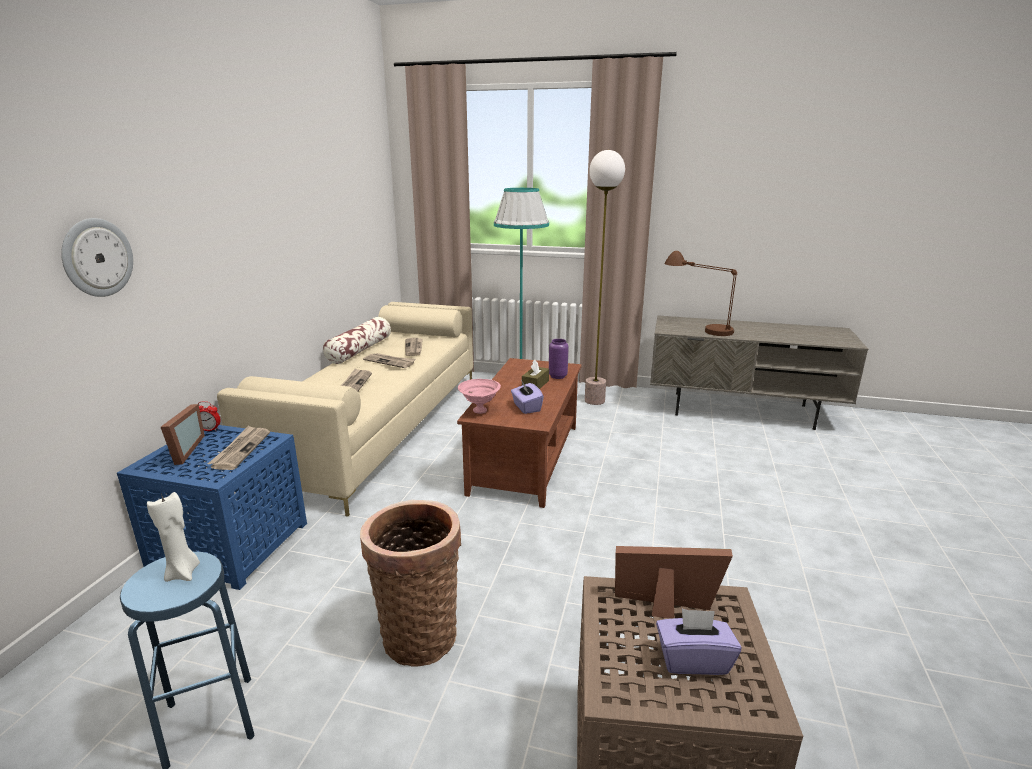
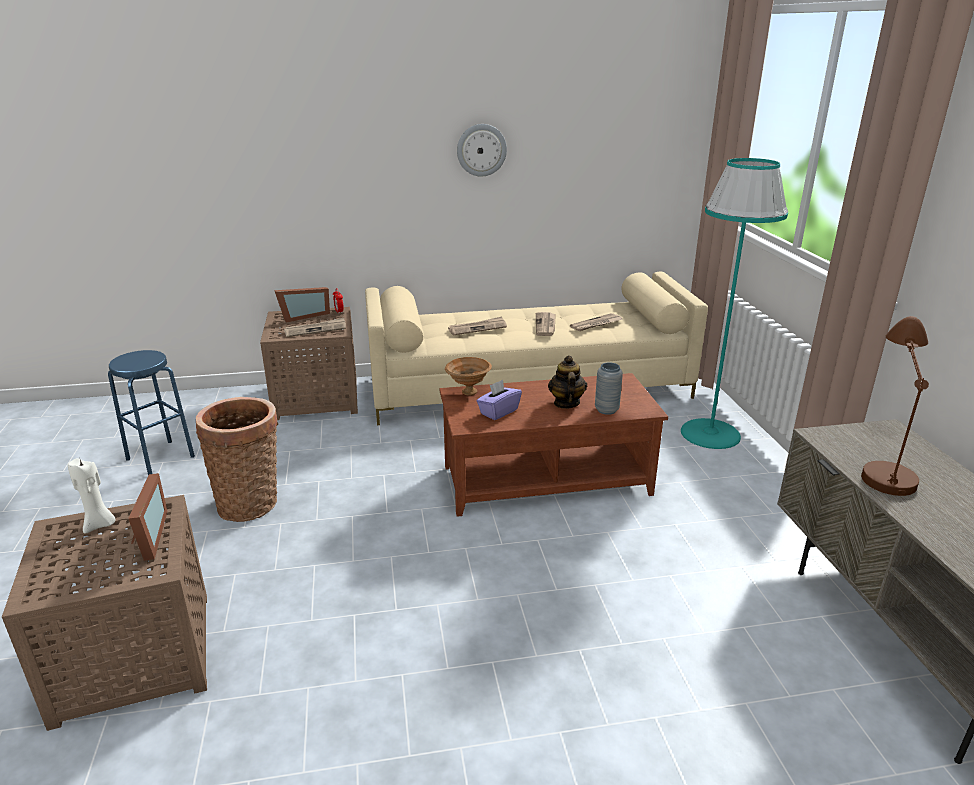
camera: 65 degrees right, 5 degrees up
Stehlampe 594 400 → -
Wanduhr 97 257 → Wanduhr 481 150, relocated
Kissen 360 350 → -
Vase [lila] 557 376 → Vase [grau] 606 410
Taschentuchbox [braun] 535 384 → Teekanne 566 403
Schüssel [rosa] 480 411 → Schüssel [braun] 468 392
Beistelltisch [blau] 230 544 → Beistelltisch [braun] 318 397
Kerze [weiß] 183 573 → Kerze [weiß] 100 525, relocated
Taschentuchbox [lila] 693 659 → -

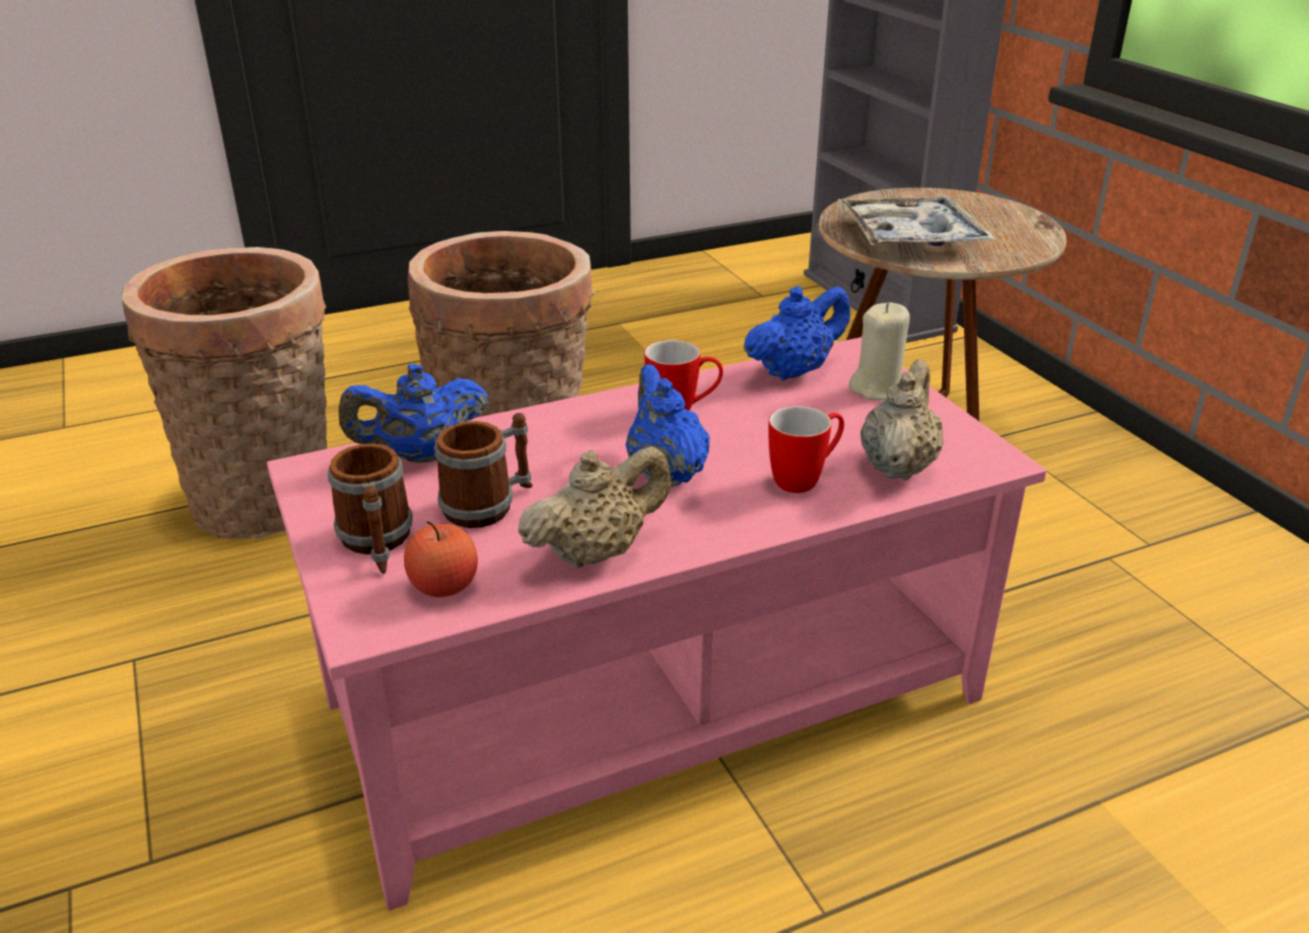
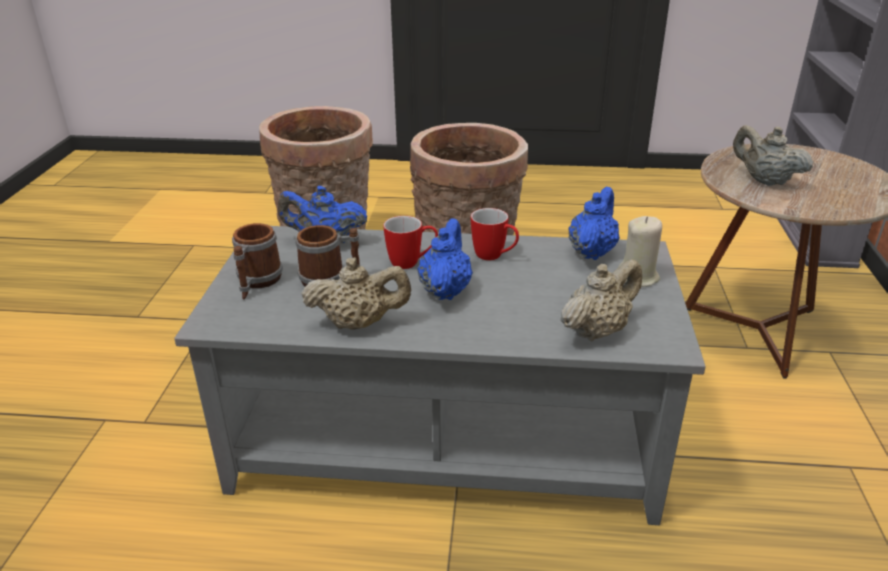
camera: 30 degrees right, 0 degrees up
Tablett 911 237 → Teekanne [beige] 764 181
Teekanne [blau] 793 371 → Teekanne [blau] 592 251, 60 degrees counterclockwise
Couchtisch [rosa] 653 696 → Couchtisch [grau] 446 437
Henkelbecher 805 479 → Henkelbecher 412 263, relocated
Apfel 444 586 → -

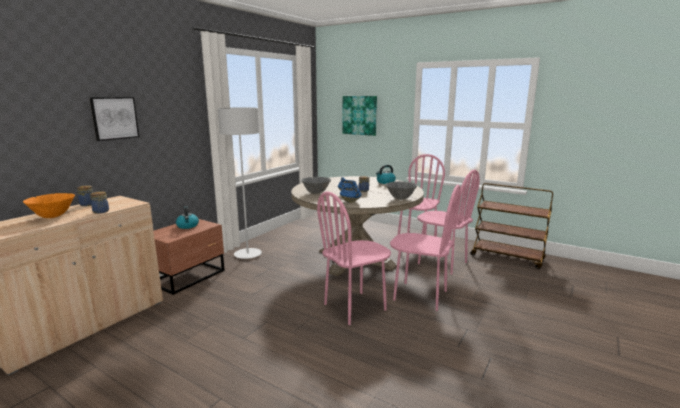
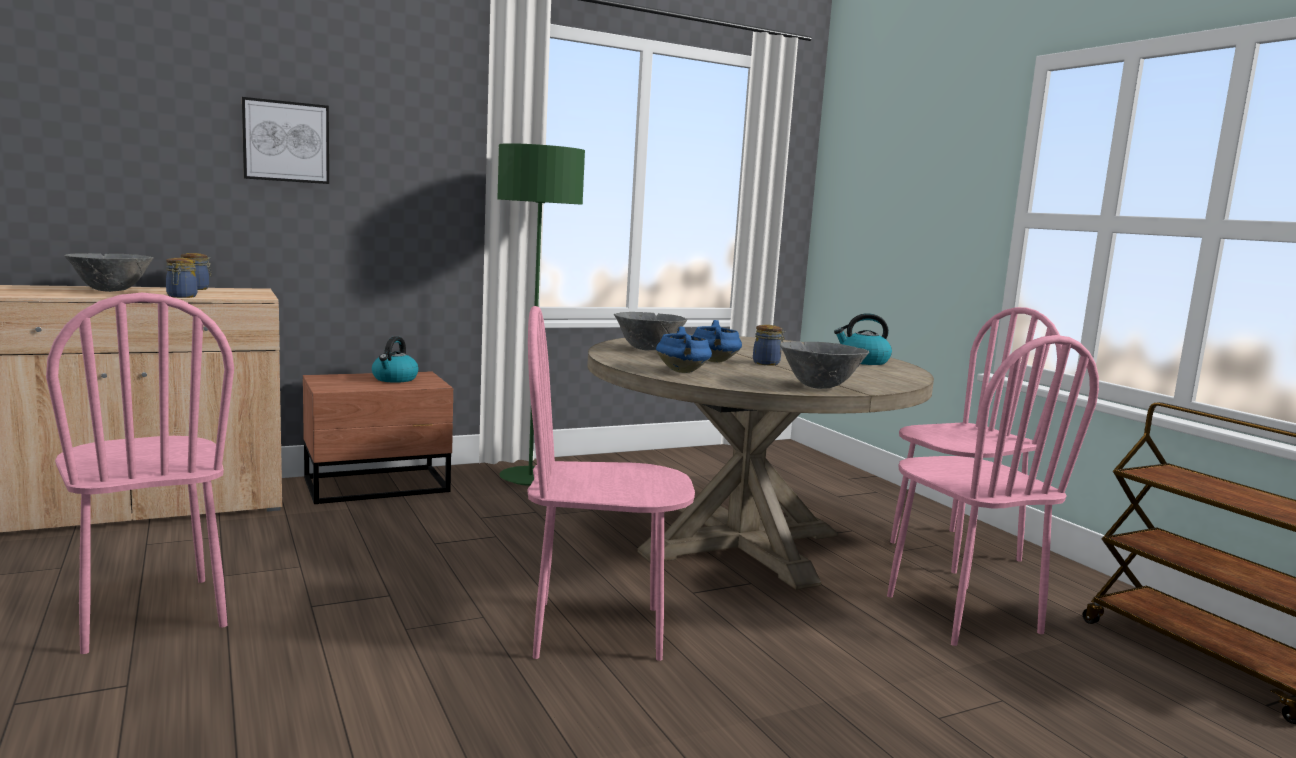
camera: 30 degrees right, 5 degrees down
Bild 359 115 → -
Stehlampe [grau] 248 254 → Stehlampe [grün] 530 478
Stuhl [rosa] 420 295 → Stuhl [rosa] 150 613, relocated
Schüssel [orange] 53 217 → Schüssel [grau] 111 291

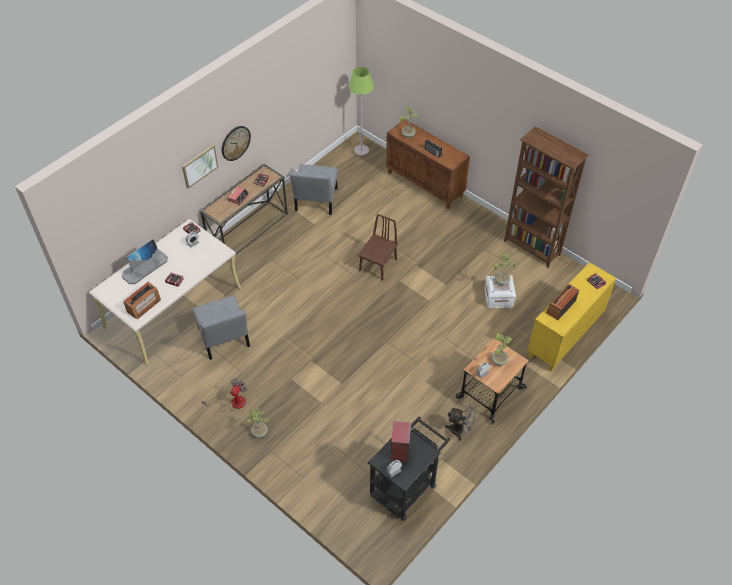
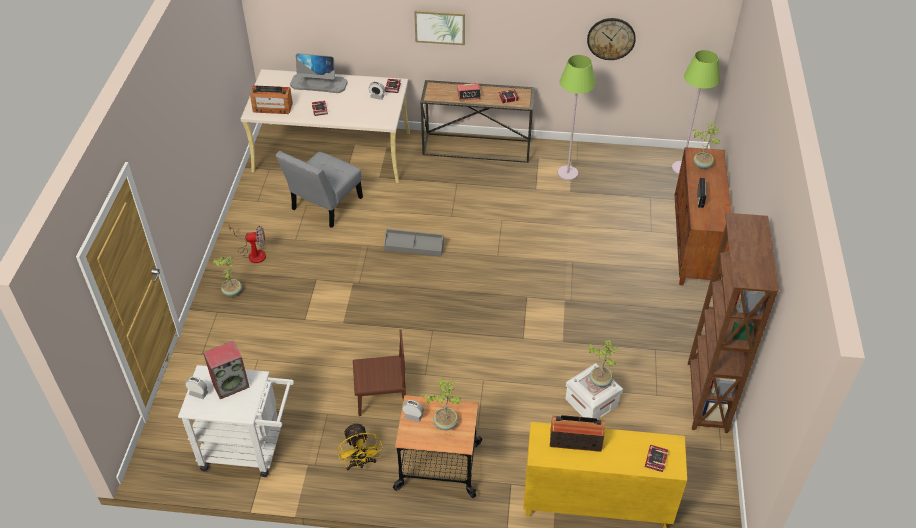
camera: 55 degrees right, 5 degrees down
Wanduhr 235 143 → Wanduhr 611 38, relocated
Stuhl [grau] 315 202 → Stehlampe [grün] 567 173
Stuhl [braun] 378 265 → Stuhl [braun] 381 397, relocated
Ventilator [grau] 460 431 → Ventilator [gelb] 360 463
Rollwagen [schwarz] 406 485 → Rollwagen [weiß] 249 449
- → Aufbewahrungsbox [grau] 414 247

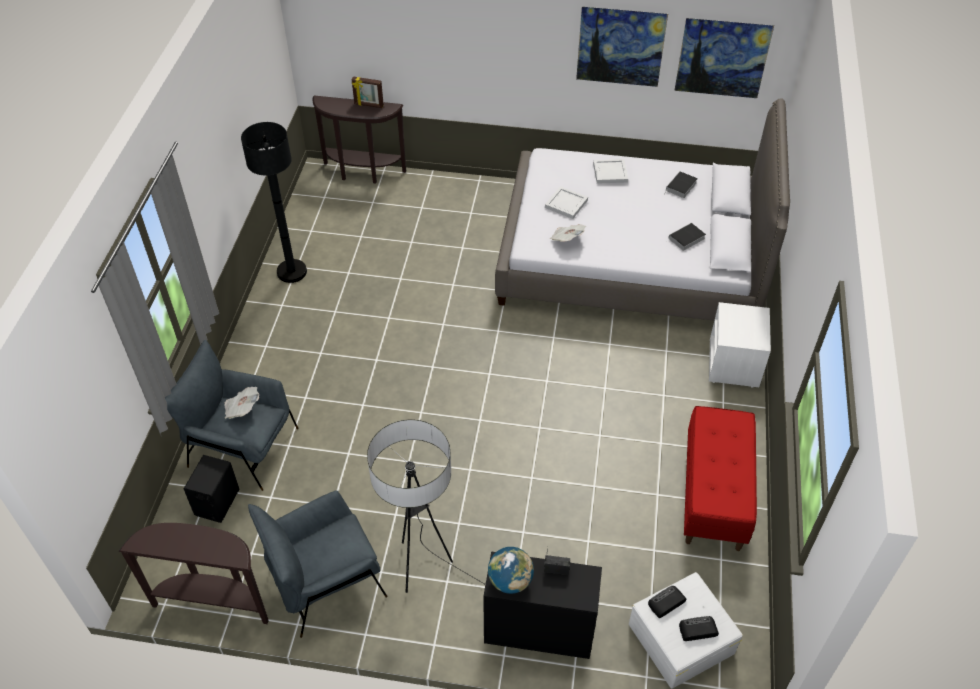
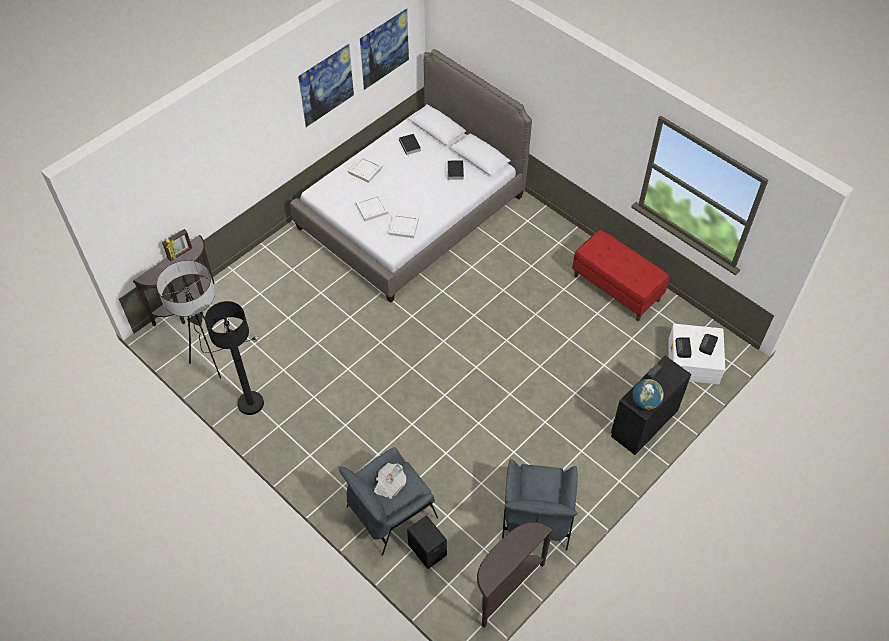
camera: 55 degrees left, 5 degrees up
Zeitung 567 239 → Tablett [weiß] 403 227
Nachttisch [weiß] 734 364 → -
Stehlampe 424 568 → Stehlampe 214 363, relocated

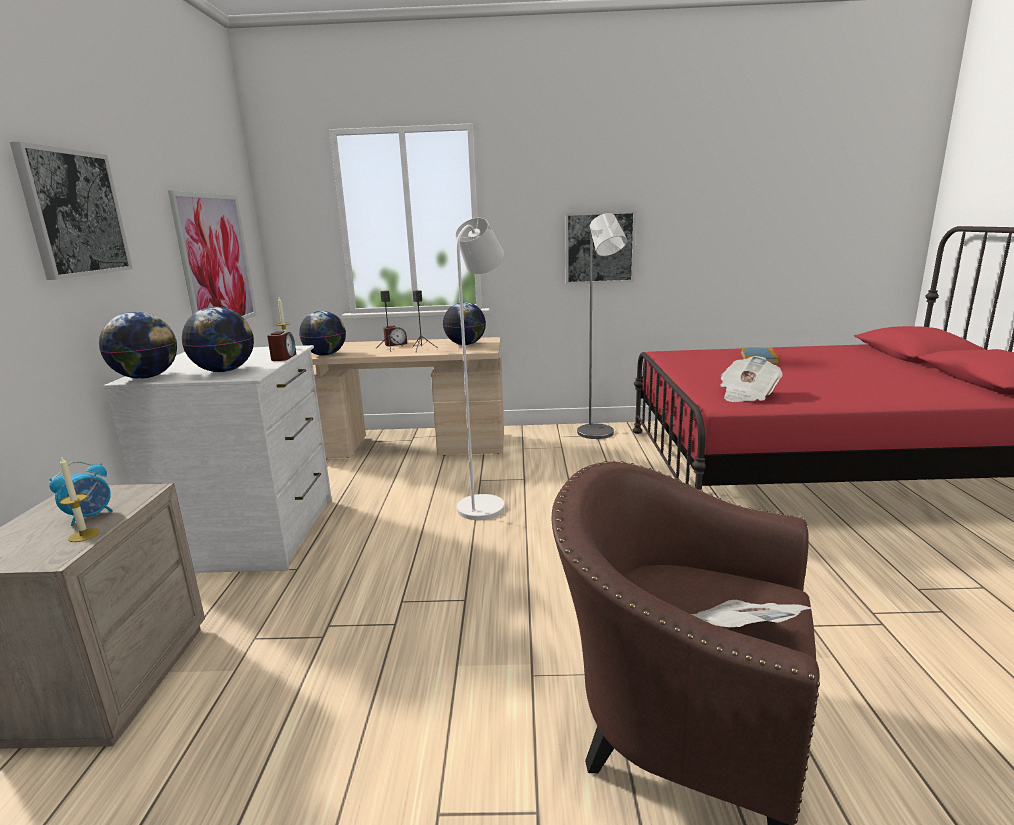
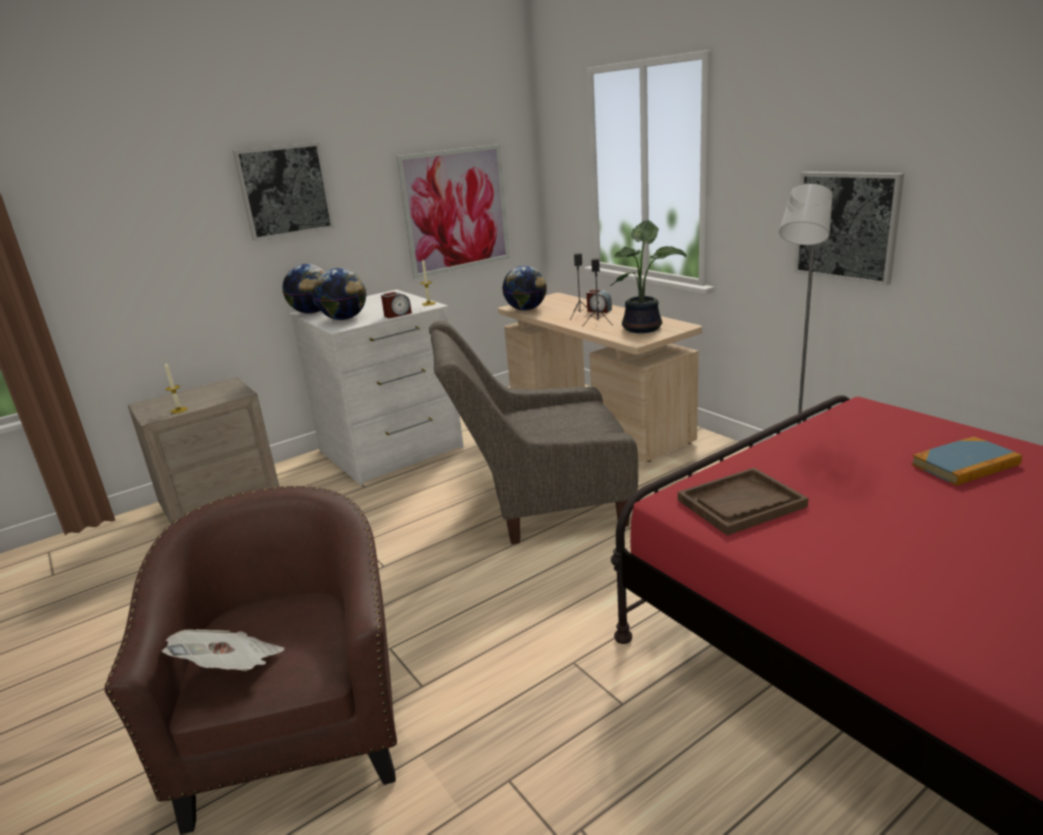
camera: 55 degrees right, 5 degrees up
Stehlampe [weiß] 485 504 → Sessel [grau] 538 504
Globus 465 344 → Topfpflanze 644 328
Zeitung 746 395 → Tablett [braun] 741 503
Wecker 90 516 → -

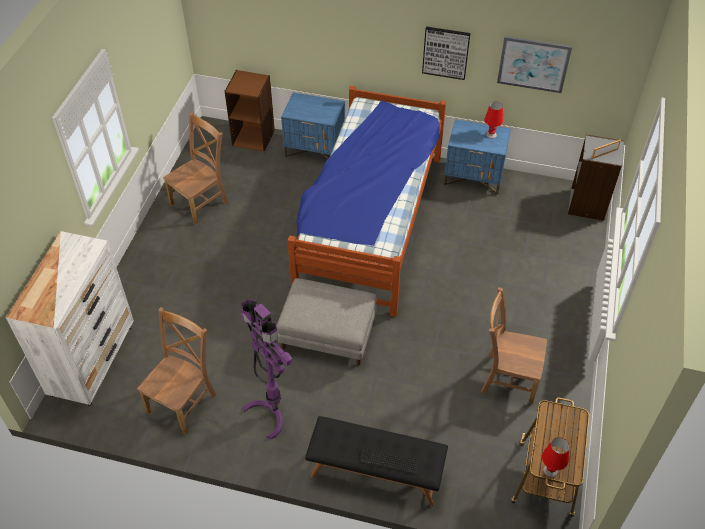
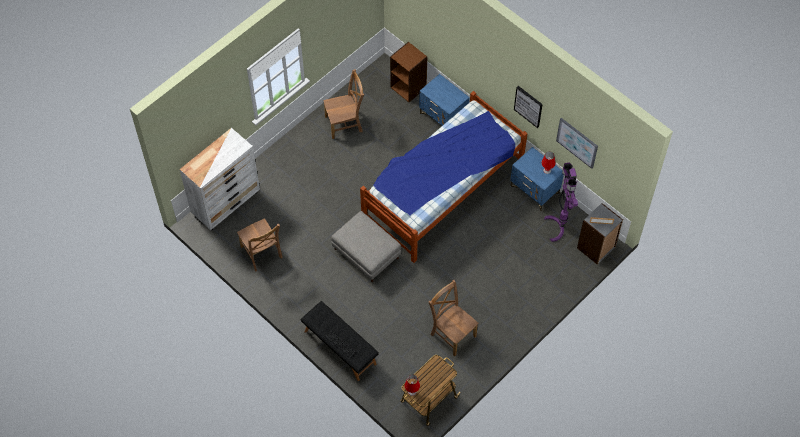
camera: 30 degrees right, 10 degrees up
Stehlampe [lila] 272 412 → Stehlampe [lila] 559 227, relocated
Stuhl [braun] 183 401 → Stuhl [braun] 262 253, 90 degrees clockwise

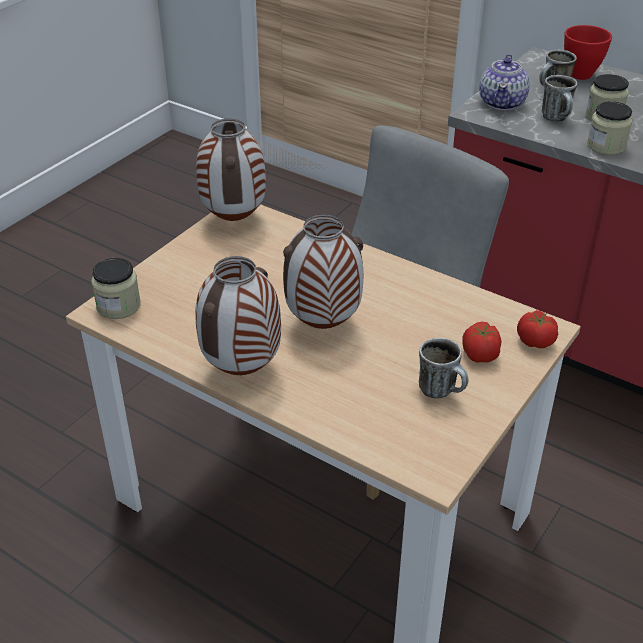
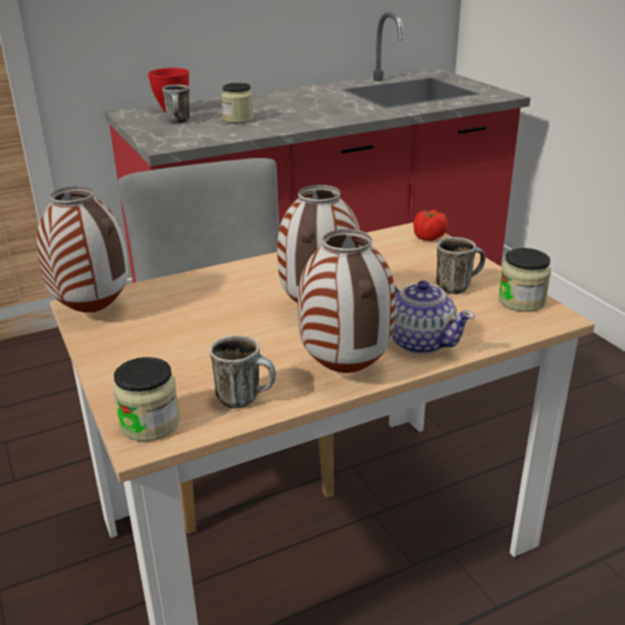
camera: 60 degrees left, 10 degrees down
Teekanne 502 102 → Teekanne 419 341, relocated
Henkelbecher 558 119 → Henkelbecher 246 398, relocated
Vorratsglas 606 146 → Vorratsglas 521 301, relocated
Tomate 479 355 → -

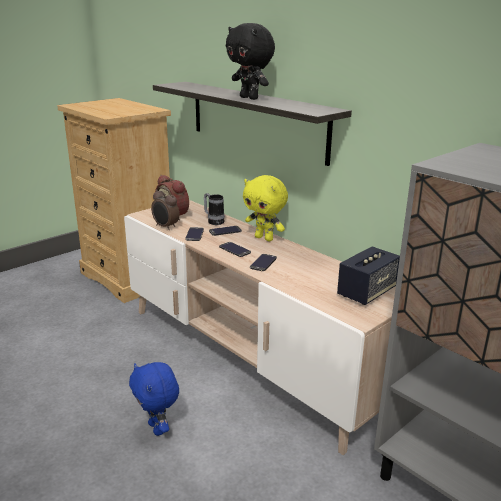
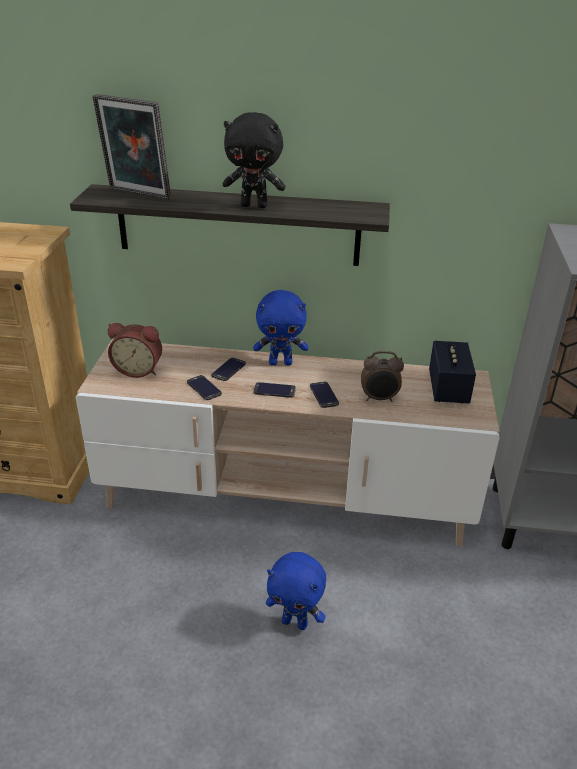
camera: 40 degrees left, 10 degrees up
Plüschtier [gelb] 264 238 → Plüschtier [blau] 281 363
Wecker 165 227 → Wecker 379 399, relocated
Henkelbecher 213 221 → -
- → Bilderrahmen 137 195

